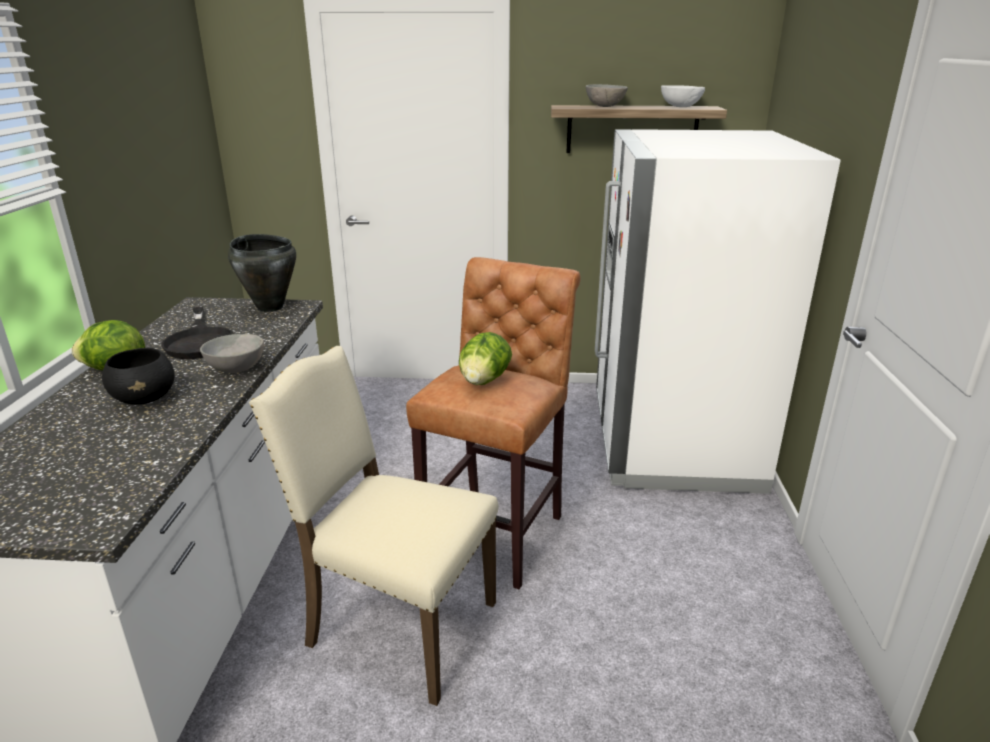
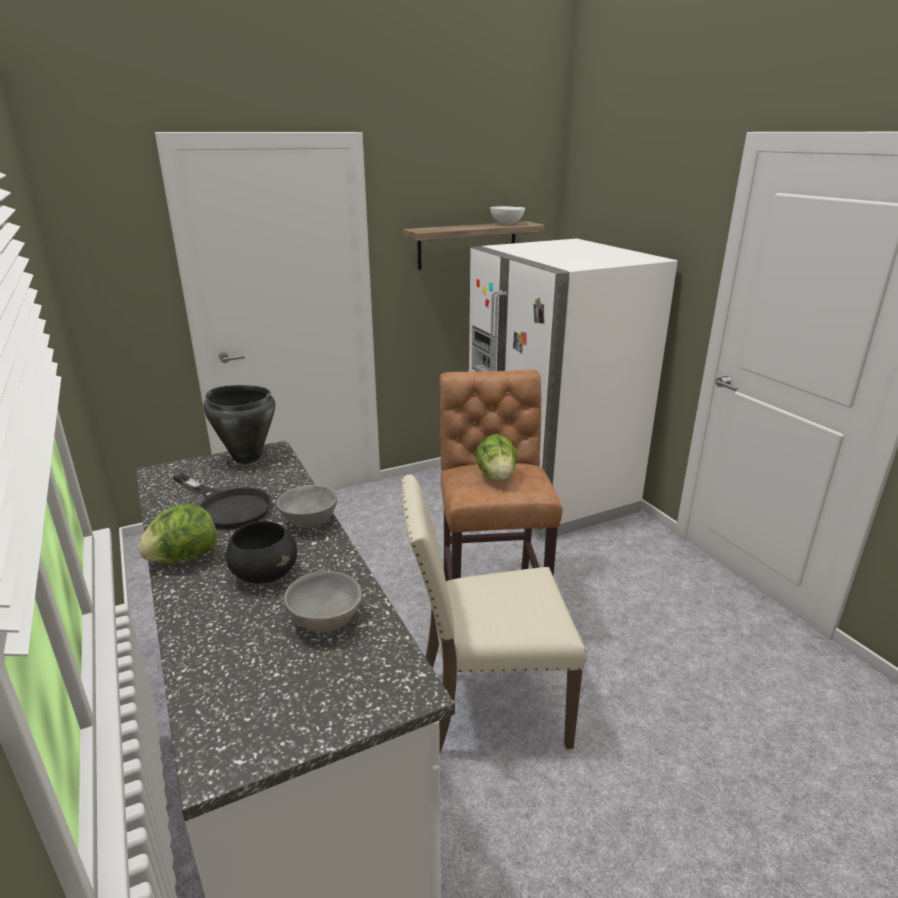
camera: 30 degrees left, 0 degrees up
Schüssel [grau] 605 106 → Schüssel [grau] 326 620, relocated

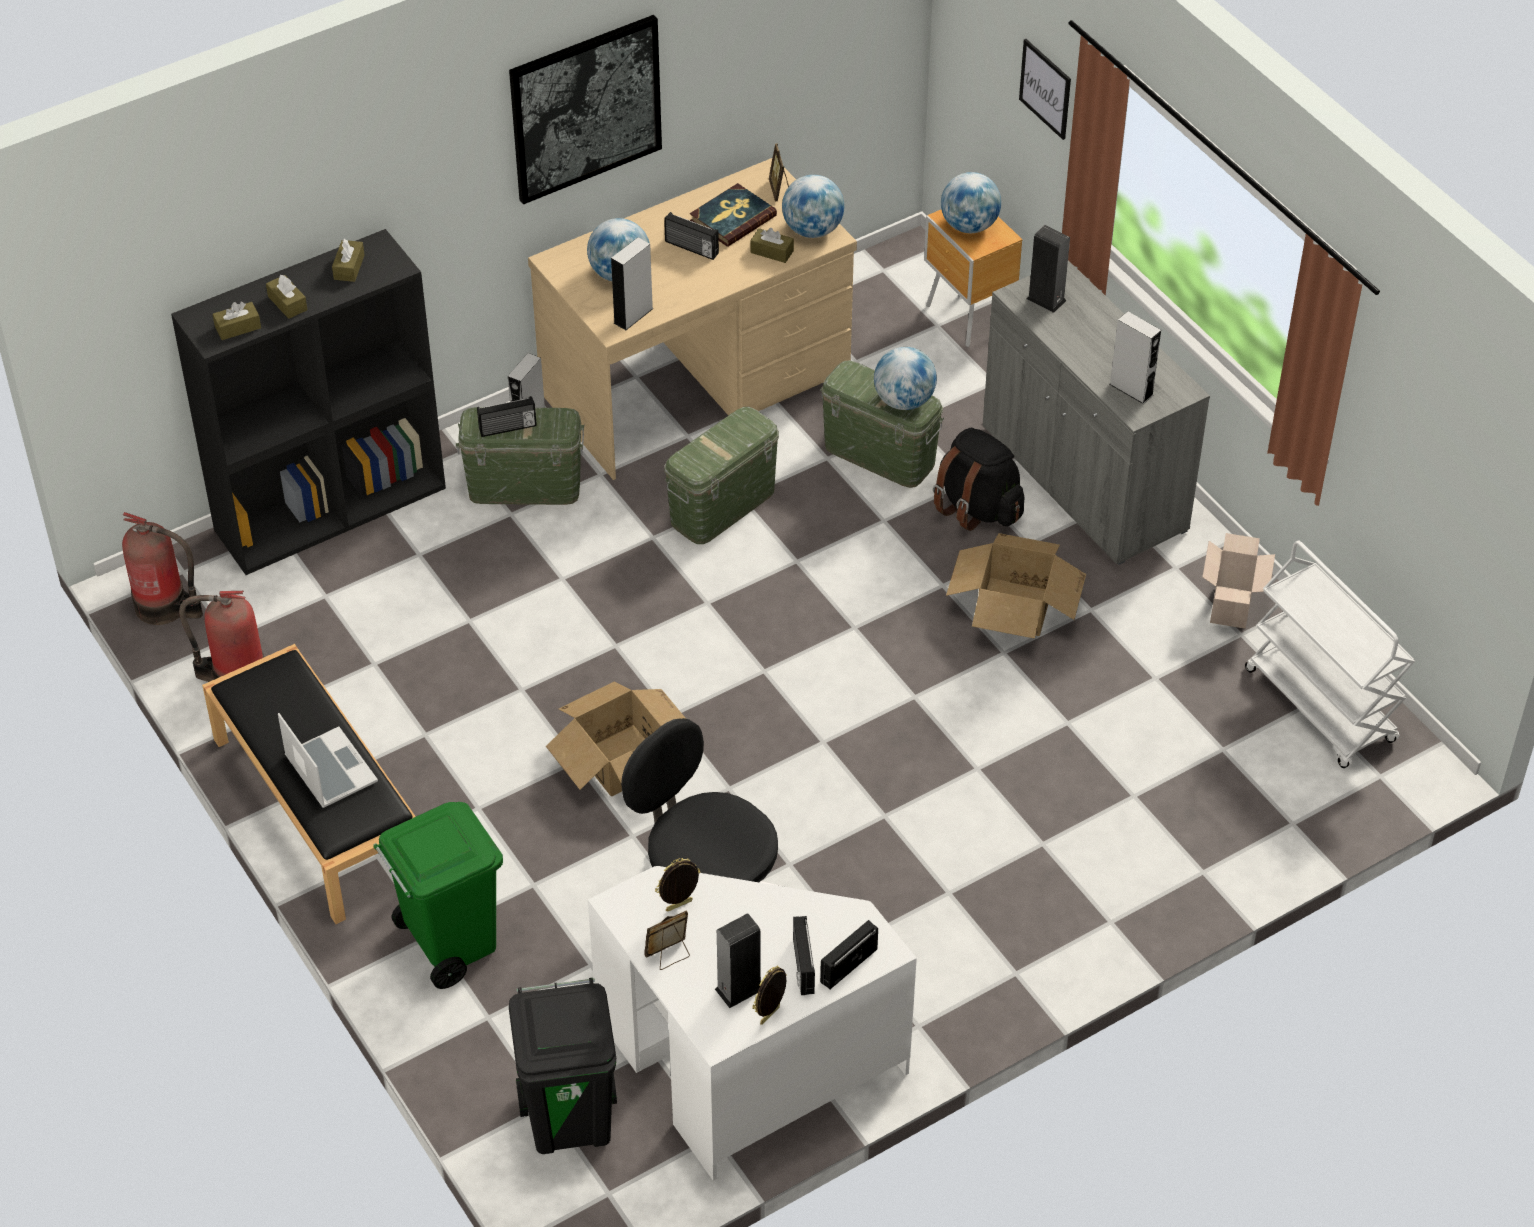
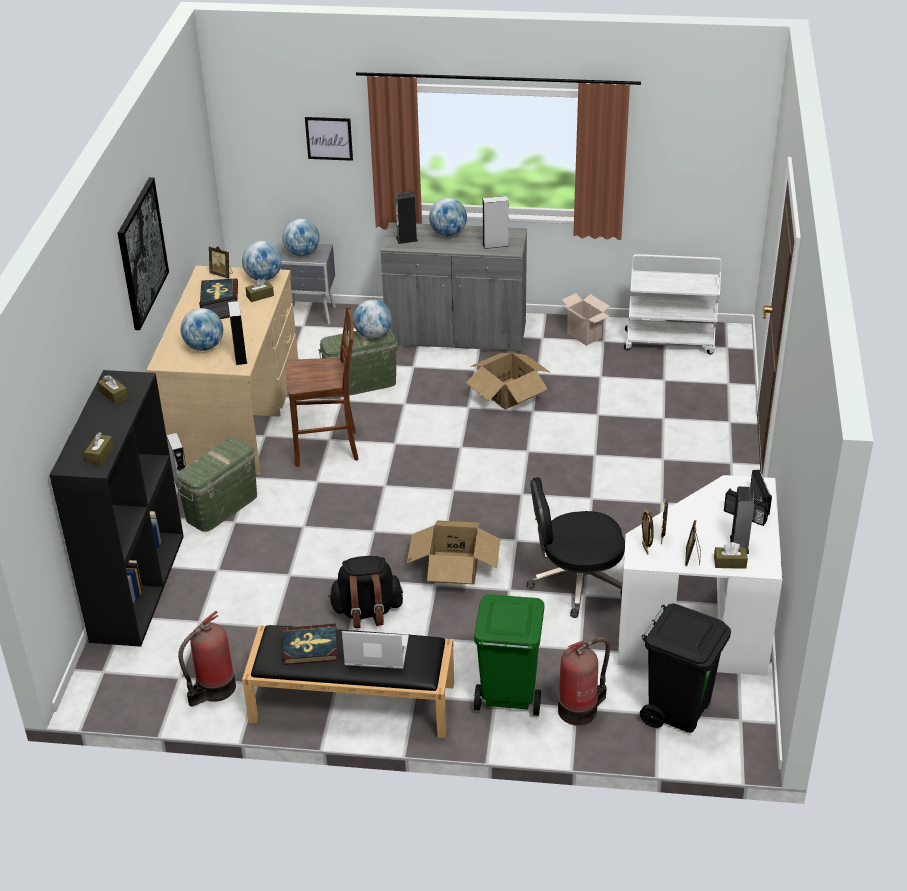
camera: 50 degrees left, 10 degrees down
Nachttisch [braun] 968 318 → Nachttisch [grau] 312 315
Taschentuchbox [braun] 287 303 → Taschentuchbox [braun] 730 562, relocated
Radio 508 428 → -
Aufbewahrungsbox [grün] 722 507 → Stuhl [braun] 327 448
Rucksack [schwarz] 977 507 → Rucksack [schwarz] 367 612, relocated
Feuerlöscher 165 607 → Feuerlöscher 580 709, relocated
Bilderrahmen 770 1016 → Bilderrahmen 646 549, relocated
- → Globus 448 234
- → Buch 310 646

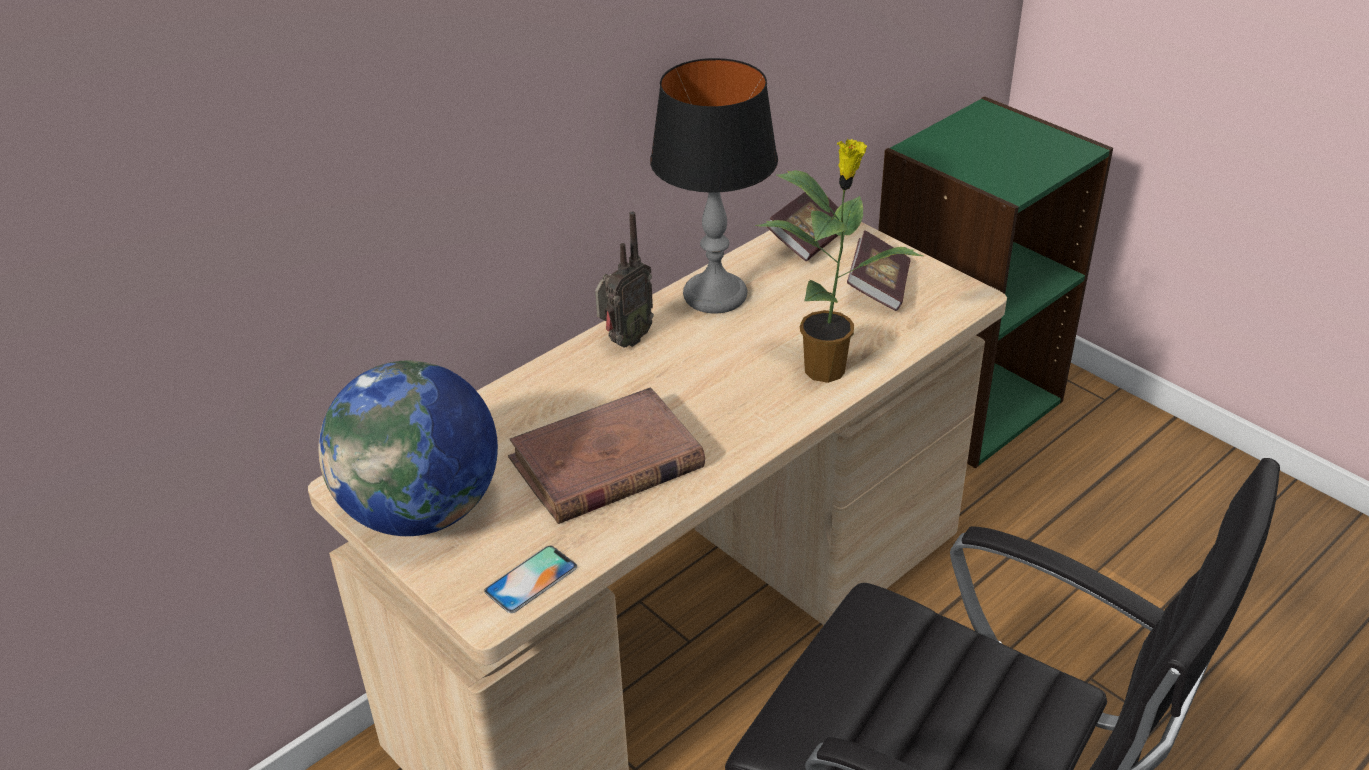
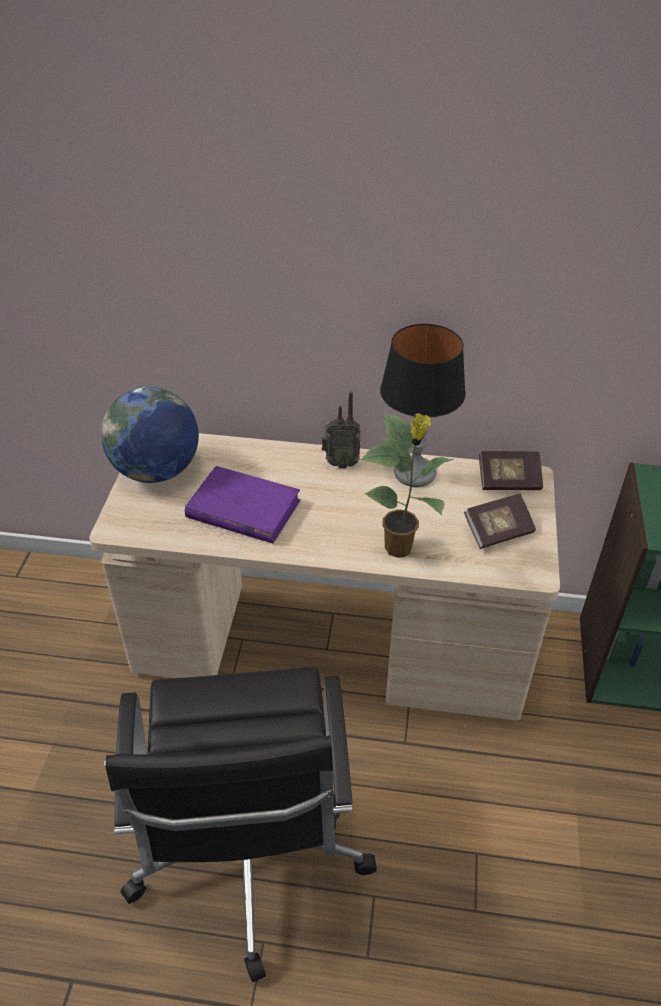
camera: 50 degrees right, 5 degrees up
Buch [braun] 606 464 → Buch [lila] 242 509
Handy 531 579 → -

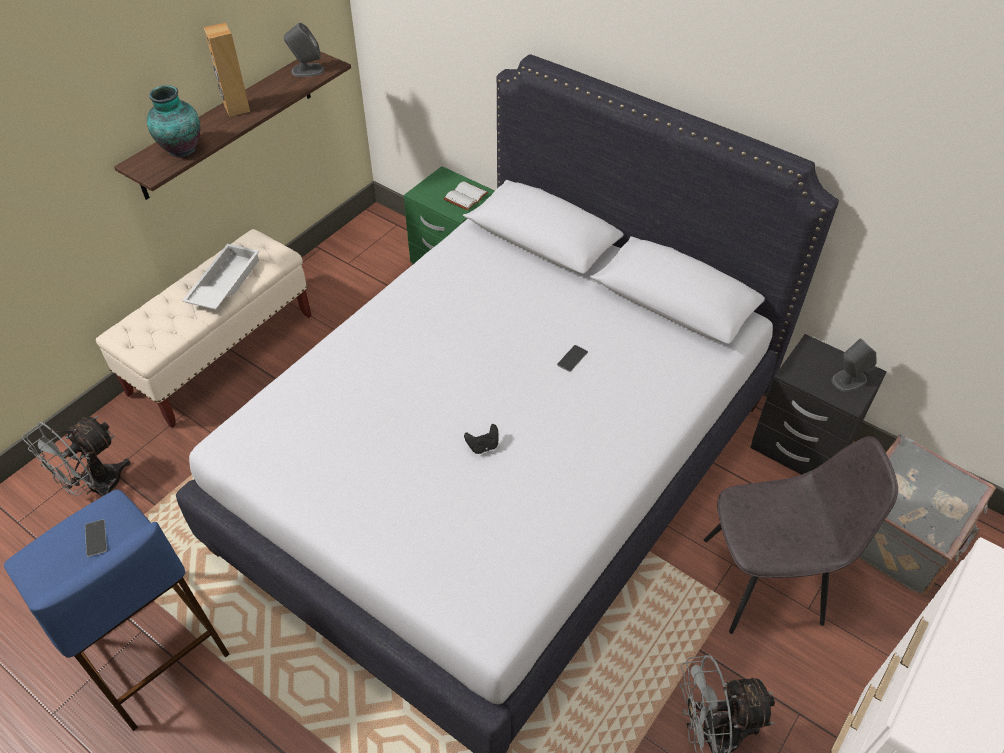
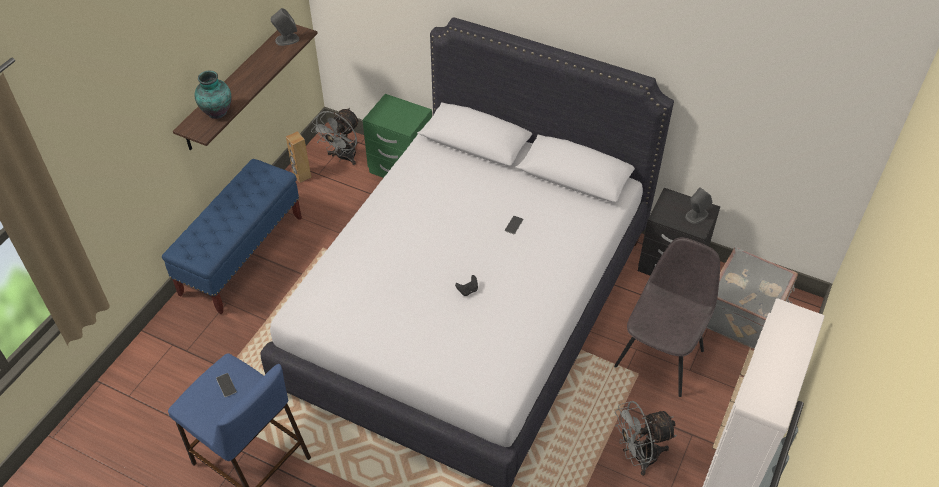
camera: 10 degrees left, 0 degrees up
Lautsprecher [braun] 236 108 → Lautsprecher [braun] 301 176, relocated
Buch [weiß] 465 196 → -
Bank [beige] 223 354 → Bank [blau] 242 255
Tablett [weiß] 223 283 → -
Ventilator [grau] 96 487 → Ventilator [grau] 343 157, relocated
Stuhl [grau] 766 580 → Stuhl [grau] 660 357, 45 degrees counterclockwise

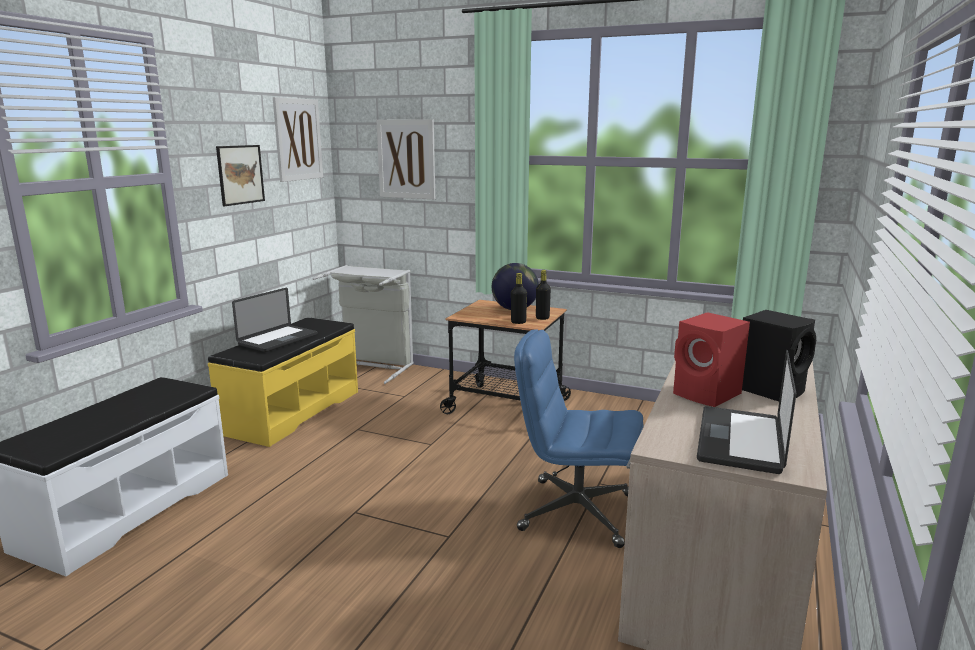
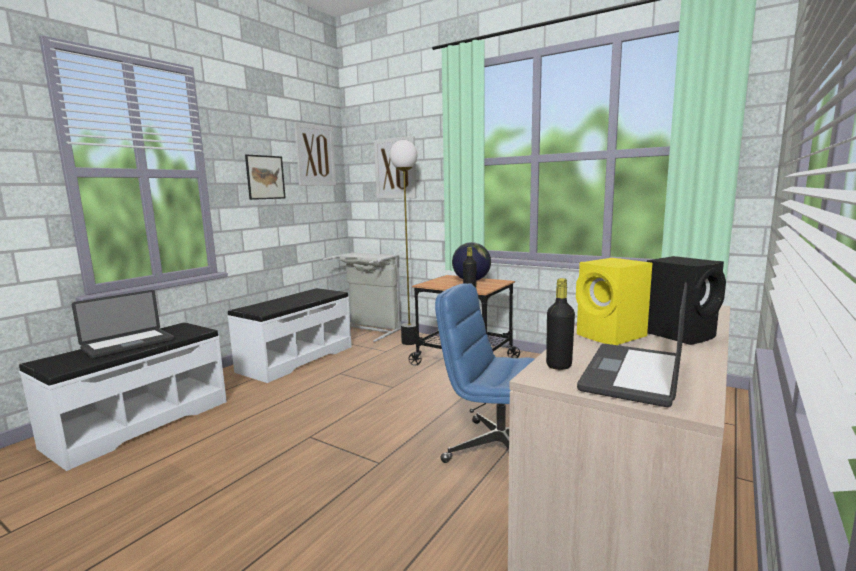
camera: 10 degrees right, 5 degrees down
Flasche [schwarz] 542 318 → Flasche [schwarz] 559 365, relocated
Laptop 278 340 → Laptop 129 344, relocated
Lautsprecher [rot] 708 395 → Lautsprecher [gelb] 612 336
Bank [gelb] 292 411 → Bank [weiß] 296 359
- → Stehlampe 410 342

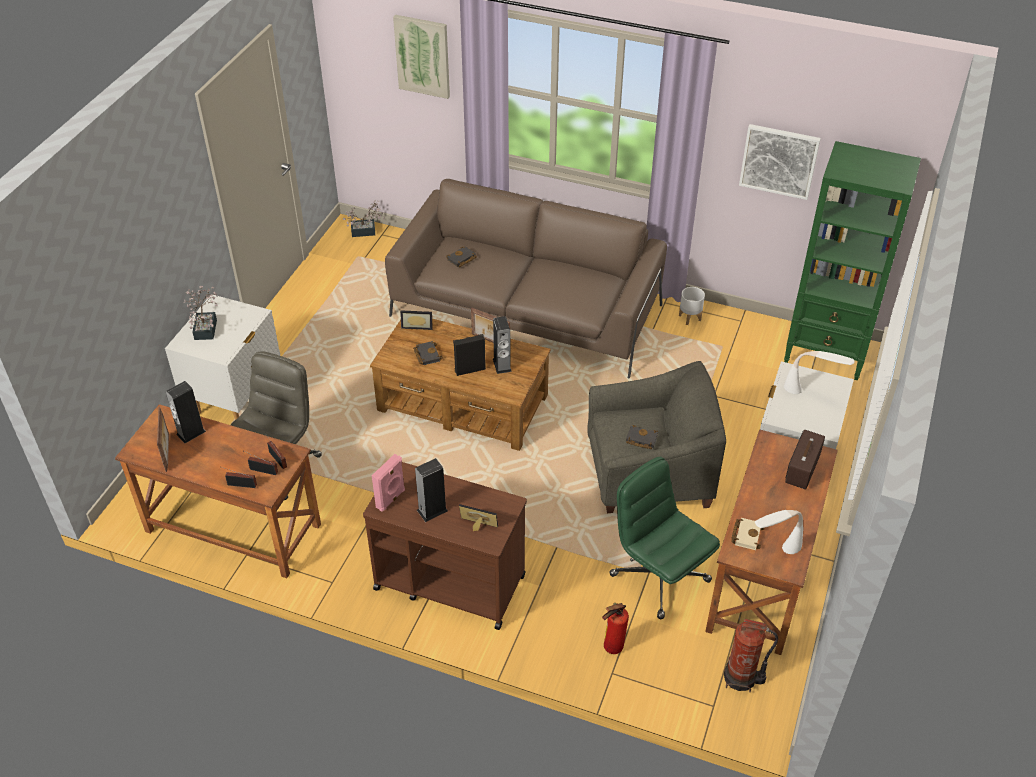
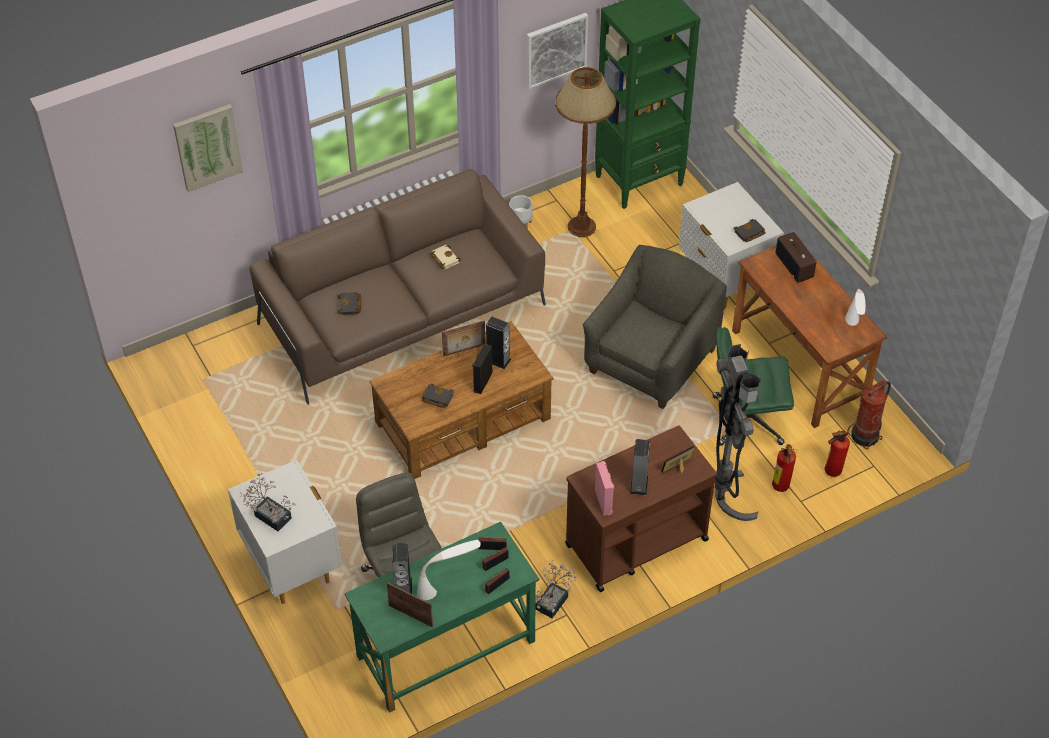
camera: 50 degrees left, 5 degrees up
Topfpflanze 366 231 → Topfpflanze 554 600, relocated
Bilderrahmen 417 325 → -
Tischlampe [weiß] 812 397 → Tischlampe [weiß] 449 589, relocated
Schreibtisch [braun] 233 528 → Schreibtisch [grün] 446 649
Buch [schwarz] 640 439 → Buch [schwarz] 749 233, relocated
Buch [beige] 746 534 → Buch [beige] 444 258, relocated
- → Stehlampe [braun] 581 227
- → Stehlampe [grau] 724 500
- → Feuerlöscher 830 472

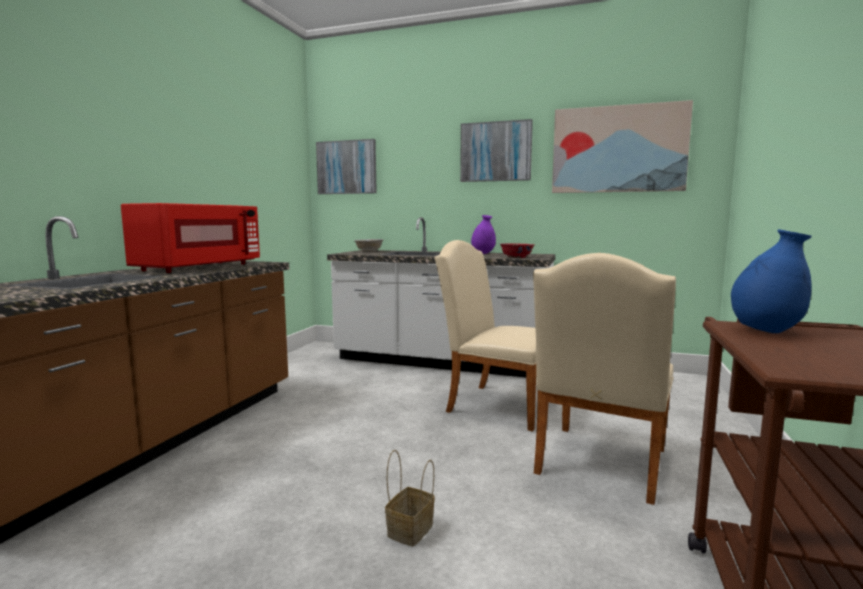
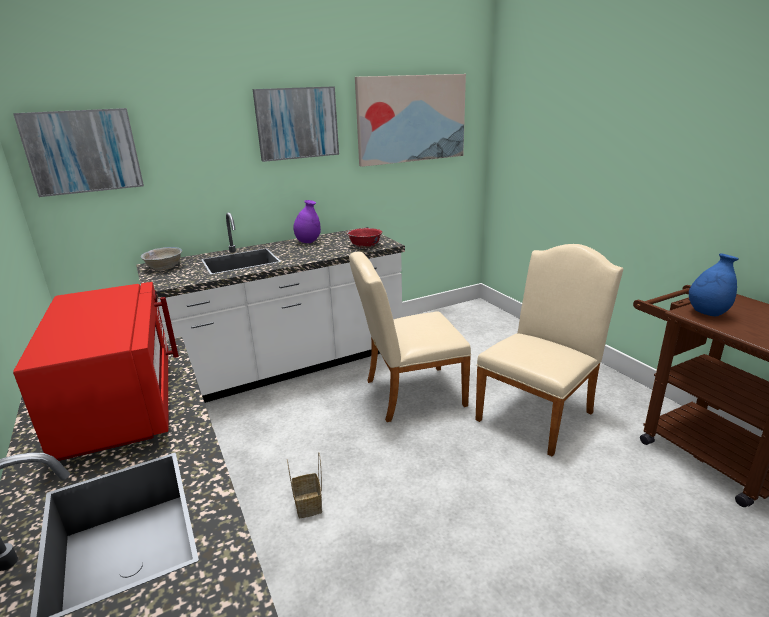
camera: 45 degrees left, 15 degrees up
Stuhl [beige] 599 465 → Stuhl [beige] 539 412, 120 degrees counterclockwise
Korb 410 531 → Korb 309 505, relocated

